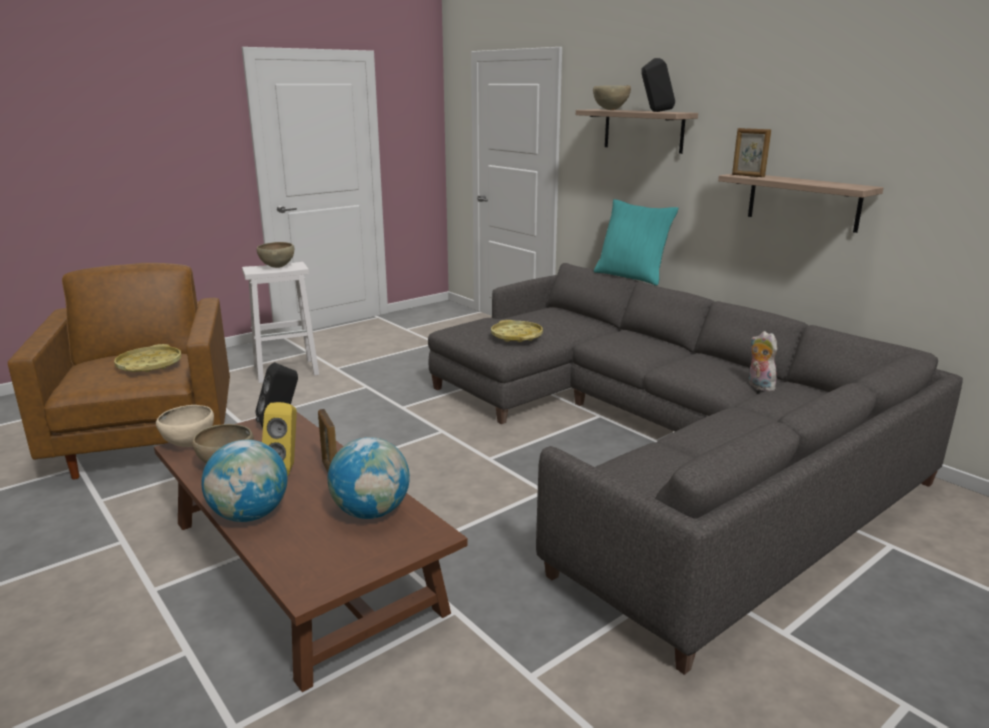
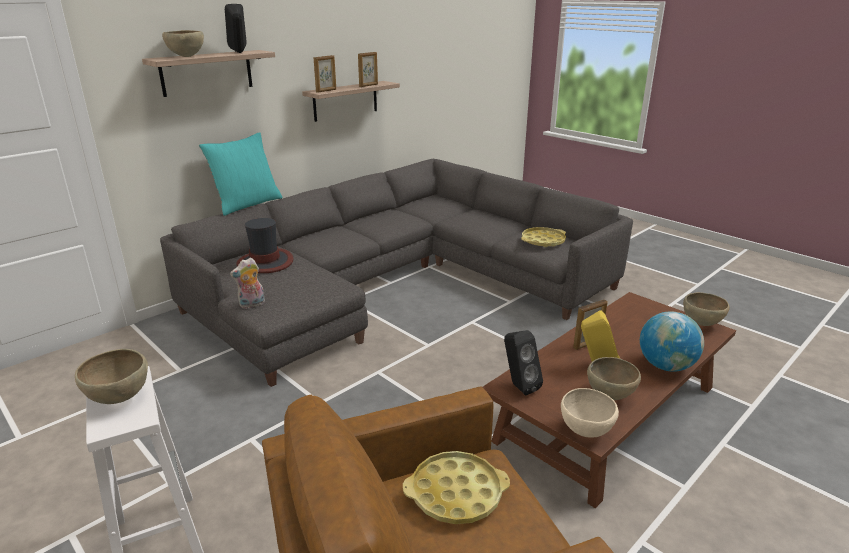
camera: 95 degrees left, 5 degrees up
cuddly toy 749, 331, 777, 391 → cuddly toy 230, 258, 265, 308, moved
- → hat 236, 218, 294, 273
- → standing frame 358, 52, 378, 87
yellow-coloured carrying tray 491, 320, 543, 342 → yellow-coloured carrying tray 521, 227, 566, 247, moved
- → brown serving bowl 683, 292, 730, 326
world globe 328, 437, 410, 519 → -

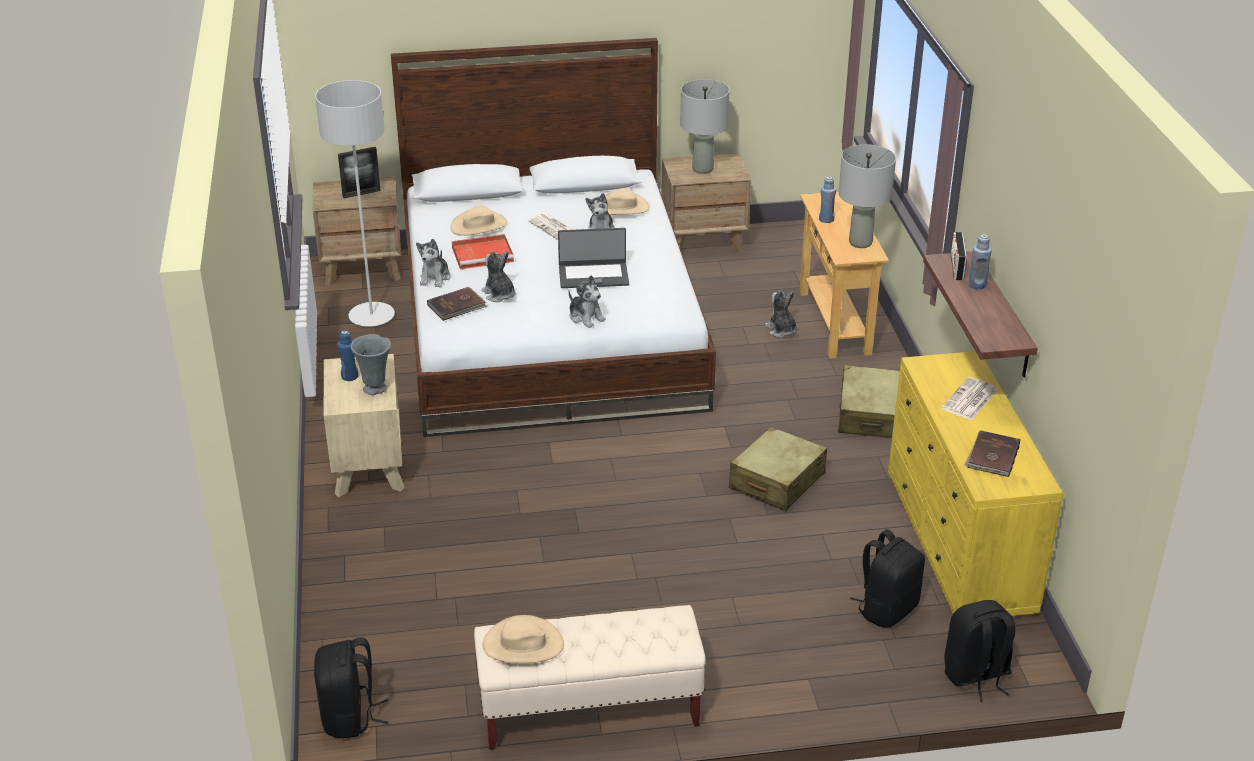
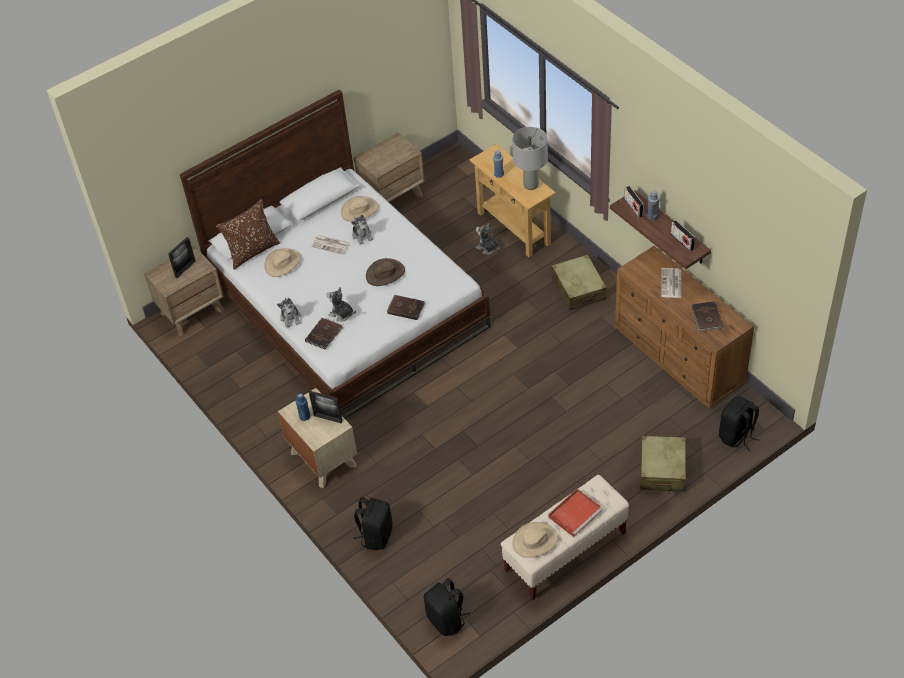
camera: 25 degrees left, 15 degrees up
- → brown cushion 216, 199, 280, 270
grey vase 351, 334, 391, 395 → standing frame 309, 391, 342, 423
blackish backpack 850, 529, 925, 628 → blackish backpack 353, 497, 393, 550, moved
notebook computer 558, 228, 629, 288 → brown hat 366, 258, 405, 286
cuddly toy 568, 275, 606, 328 → brown book 387, 295, 425, 320
red-coloured carrying tray 452, 234, 514, 269 → red-coloured carrying tray 548, 489, 603, 537, moved
yellow-coloured chest of drawers 888, 351, 1063, 616 → brown chest of drawers 615, 246, 754, 409
sand-coloured piece of luggage 729, 427, 827, 511 → sand-coloured piece of luggage 639, 436, 686, 491, moved
- → radio 671, 220, 695, 251
grey floor lamp 315, 80, 395, 327 → -
grey table lamp 680, 79, 729, 174 → -

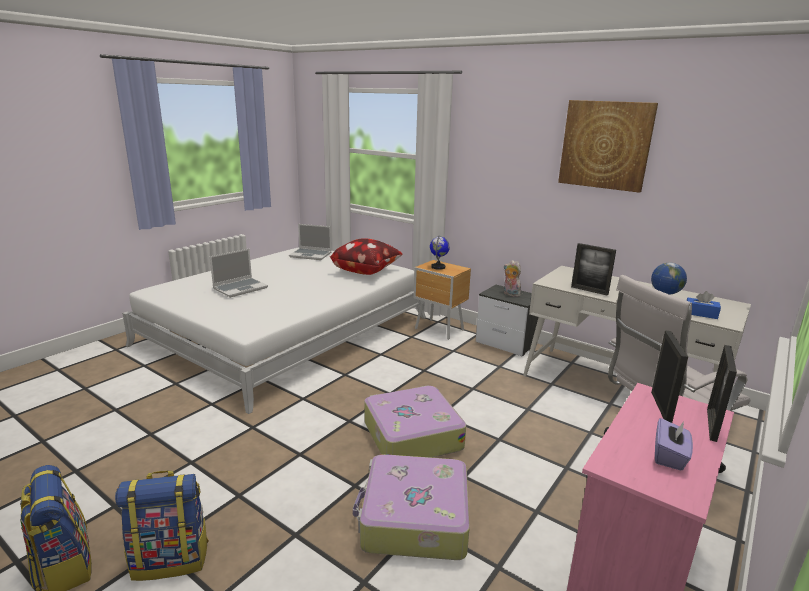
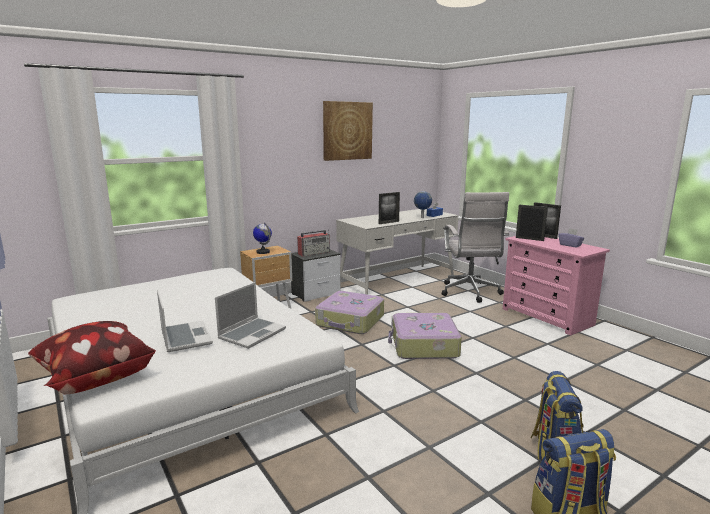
camera: 70 degrees left, 5 degrees down
cushion 330, 238, 403, 275 → cushion 28, 321, 156, 394, moved
notebook computer 289, 224, 331, 260 → notebook computer 215, 282, 286, 349, moved
cuddly toy 504, 260, 521, 297 → radio 297, 230, 330, 256
piece of luggage 353, 454, 470, 560 → piece of luggage 315, 291, 384, 334, moved

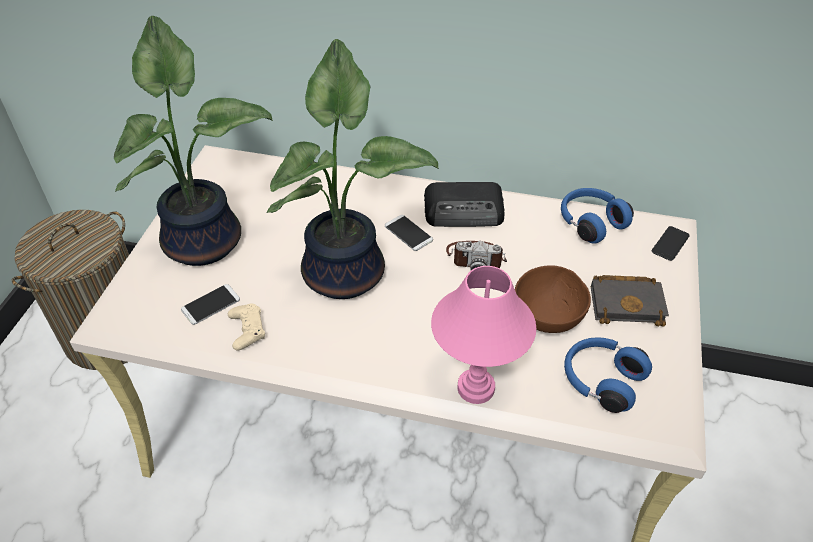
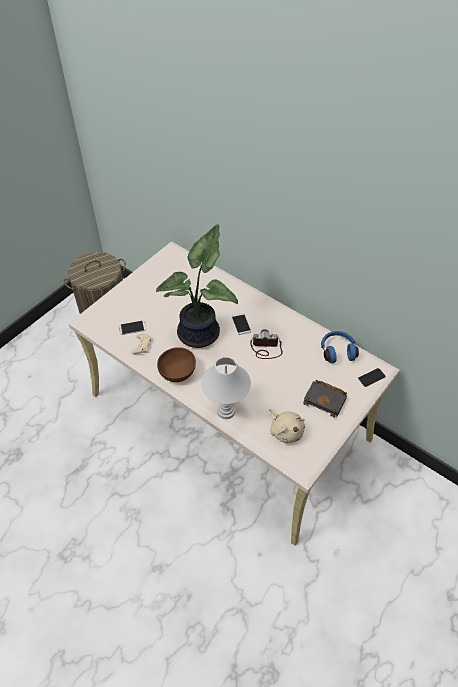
camera: 25 degrees right, 5 degrees up
brown serving bowl 515, 265, 591, 333 → brown serving bowl 157, 347, 196, 382, moved
pinkish table lamp 431, 266, 536, 404 → white table lamp 201, 357, 251, 419
still camera 446, 241, 507, 270 → still camera 250, 329, 283, 359, 150 degrees clockwise
blue pair of headphones 564, 337, 652, 413 → sand-coloured cuddly toy 269, 409, 305, 443
plant in a pot 114, 16, 273, 266 → -
radio 424, 182, 504, 227 → -

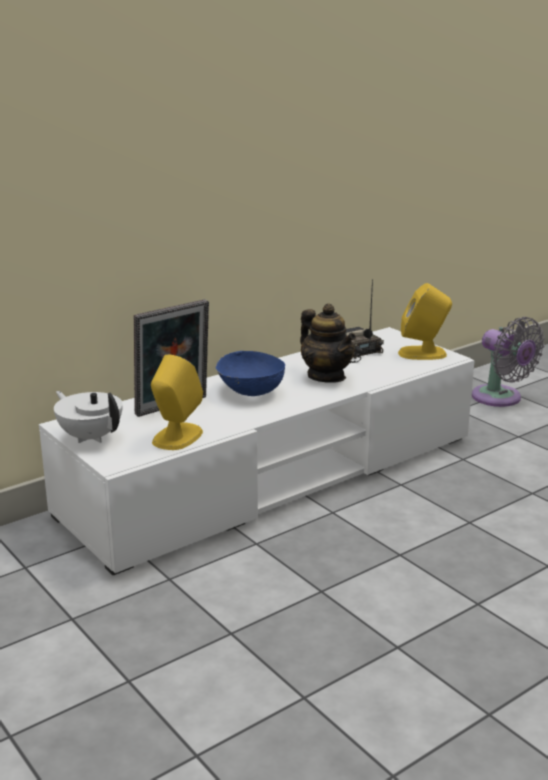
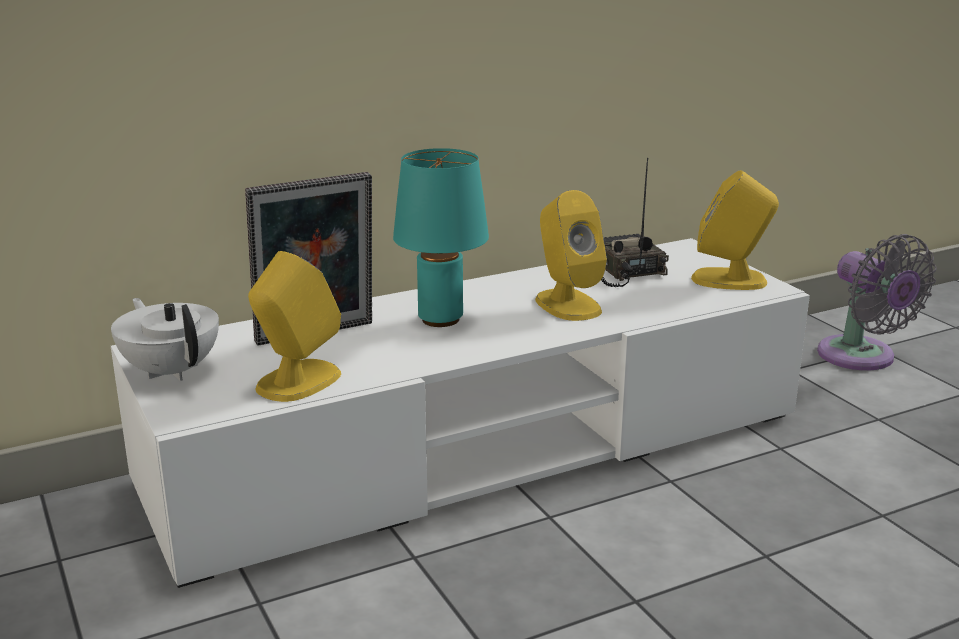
camera: 10 degrees right, 0 degrees up
blue serving bowl 215, 351, 285, 396 → blue-green table lamp 393, 148, 489, 327
tea pot 300, 304, 356, 383 → yellow-coloured loudspeaker 535, 190, 607, 321

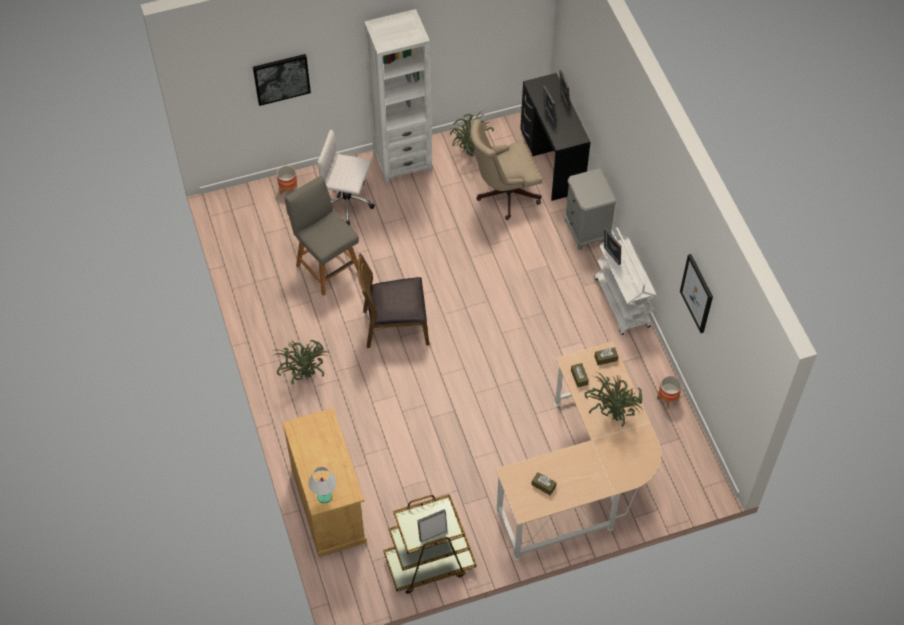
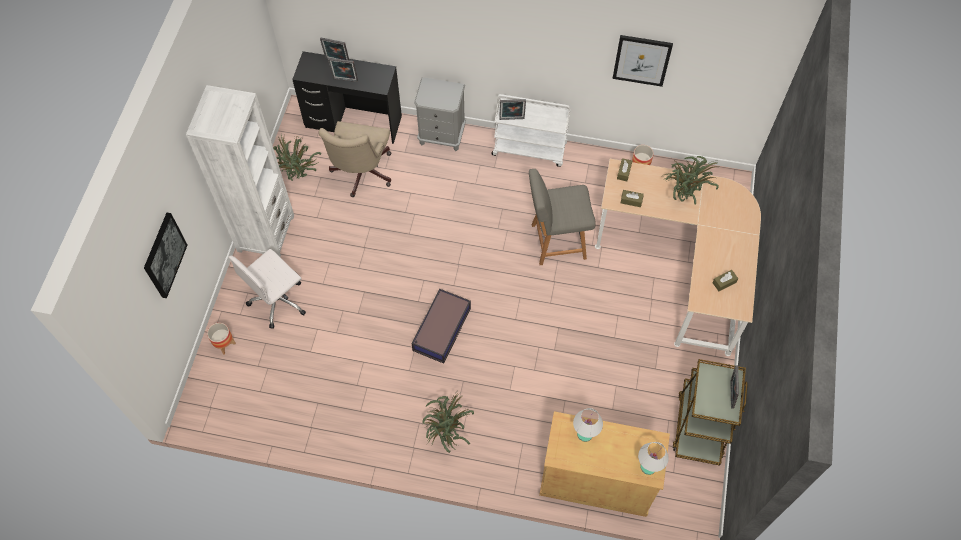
camera: 60 degrees left, 5 degrees up
brown plain chair 357, 253, 429, 348 → storage bin 411, 289, 471, 364
grey plain chair 285, 176, 359, 296 → grey plain chair 529, 169, 596, 265, moved
- → white table lamp 573, 408, 603, 442

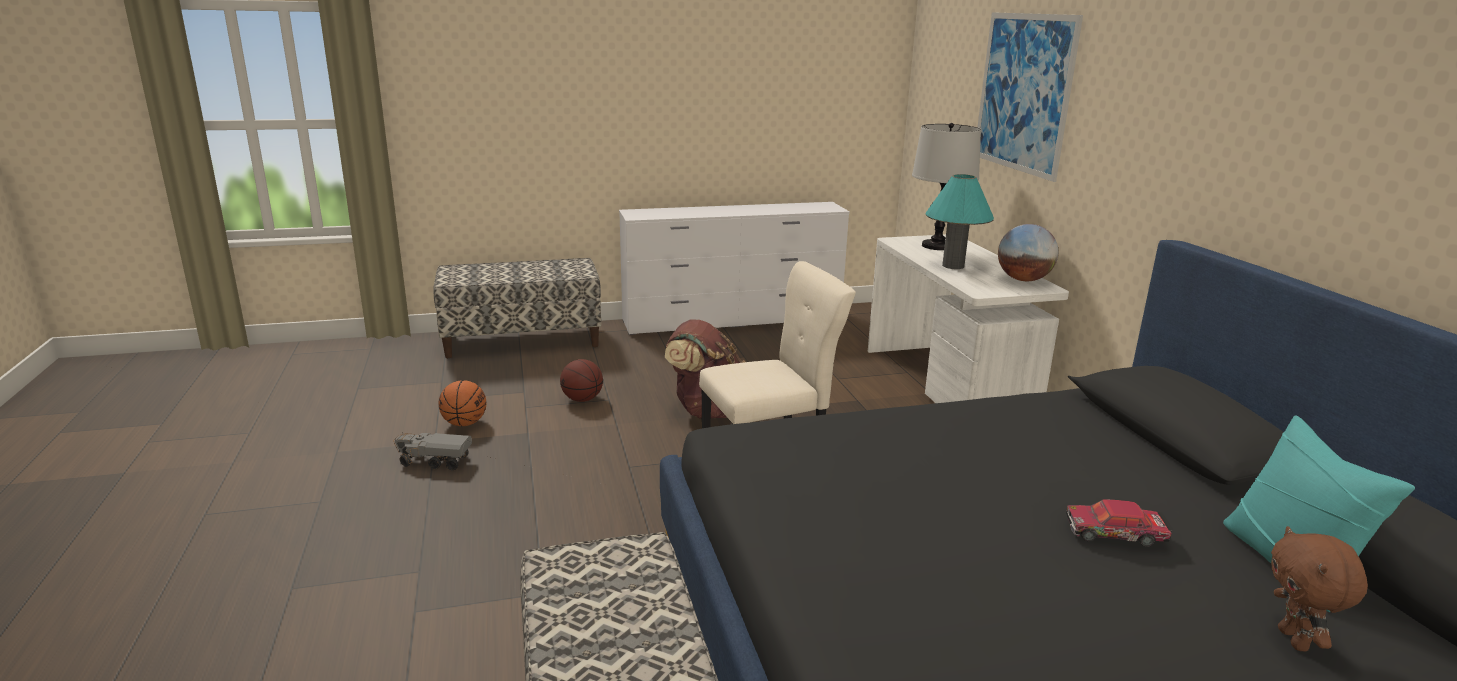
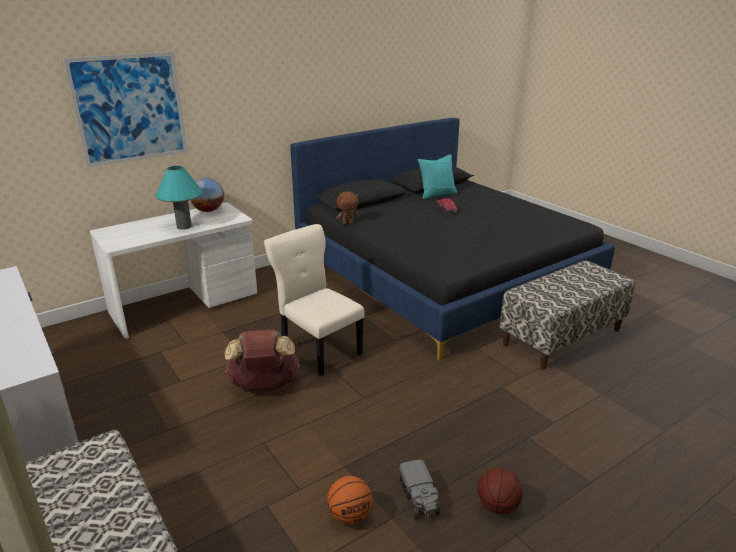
camera: 110 degrees left, 5 degrees up
brown cuddly toy 1271, 526, 1368, 652 → brown cuddly toy 336, 191, 359, 225, moved
basketball ball 560, 359, 603, 402 → basketball ball 478, 468, 523, 514, moved
table lamp 912, 123, 981, 250 → -

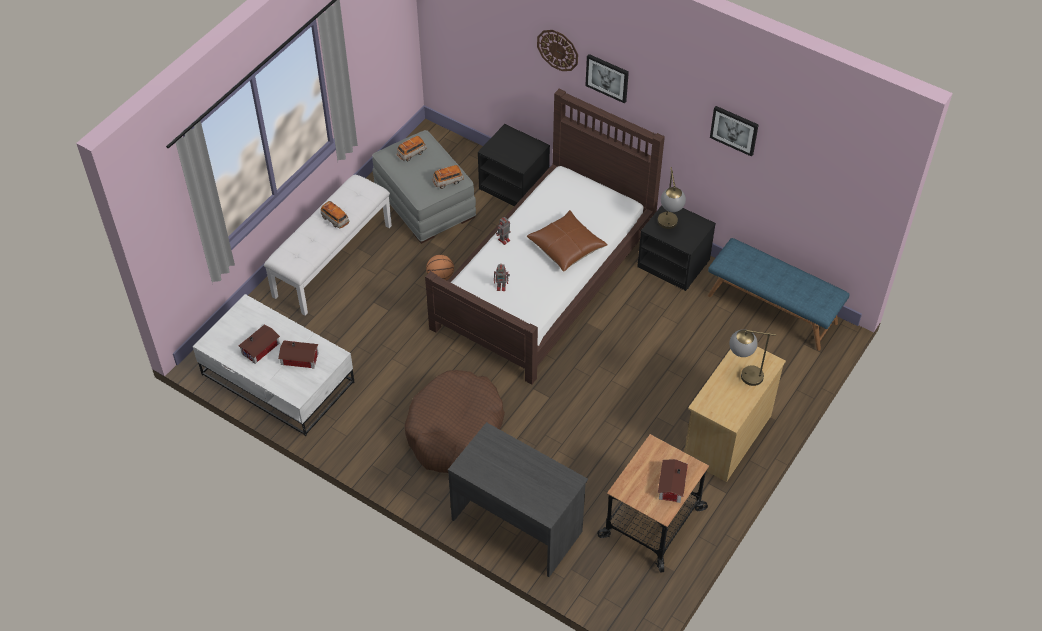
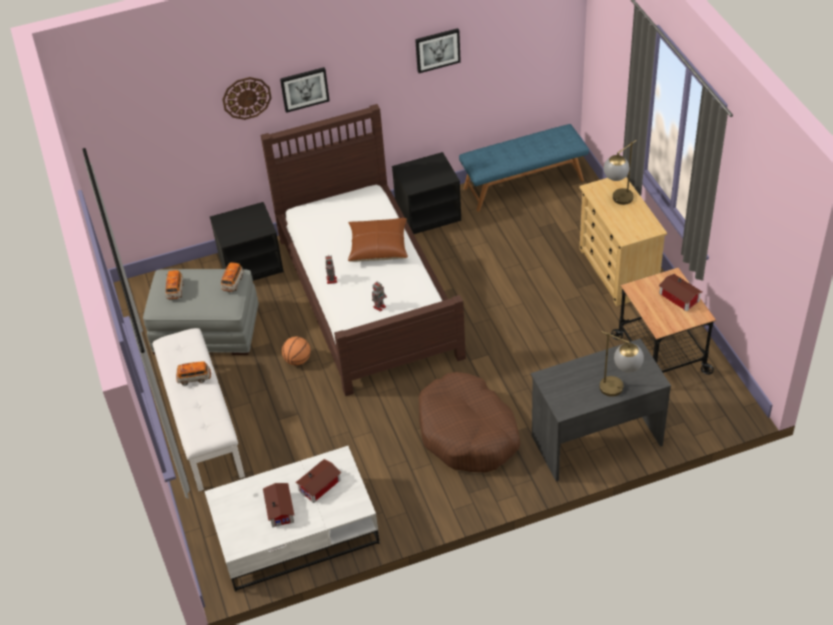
camera: 50 degrees left, 5 degrees down
table lamp 658, 167, 686, 229 → table lamp 600, 331, 644, 397, moved

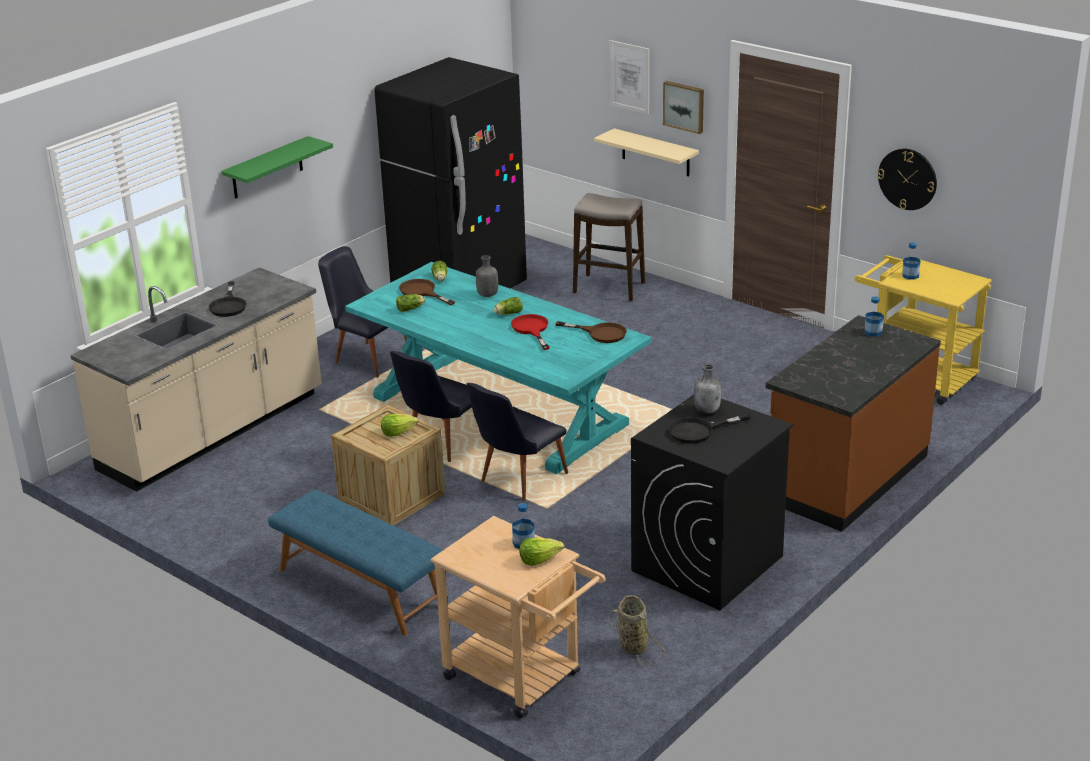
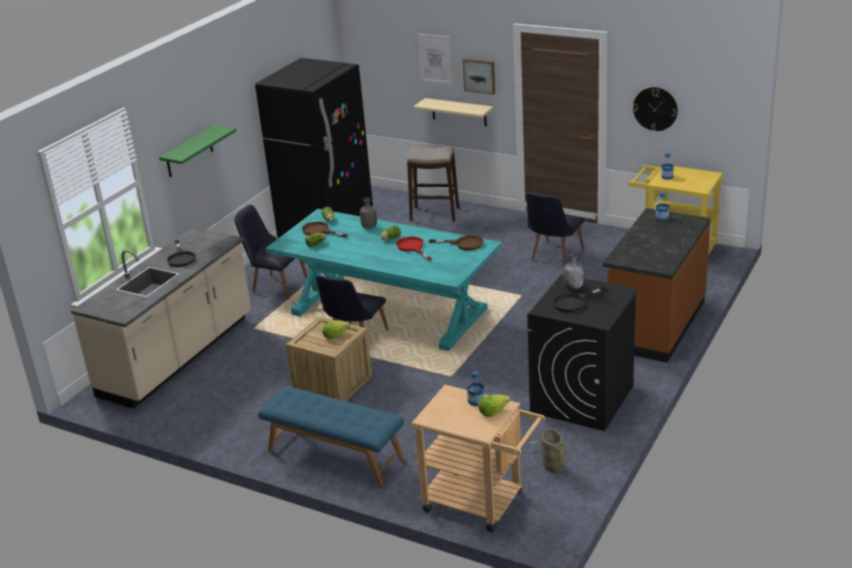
camera: 10 degrees left, 0 degrees up
blackish plain chair 466, 383, 568, 501 → blackish plain chair 526, 193, 584, 266, moved

